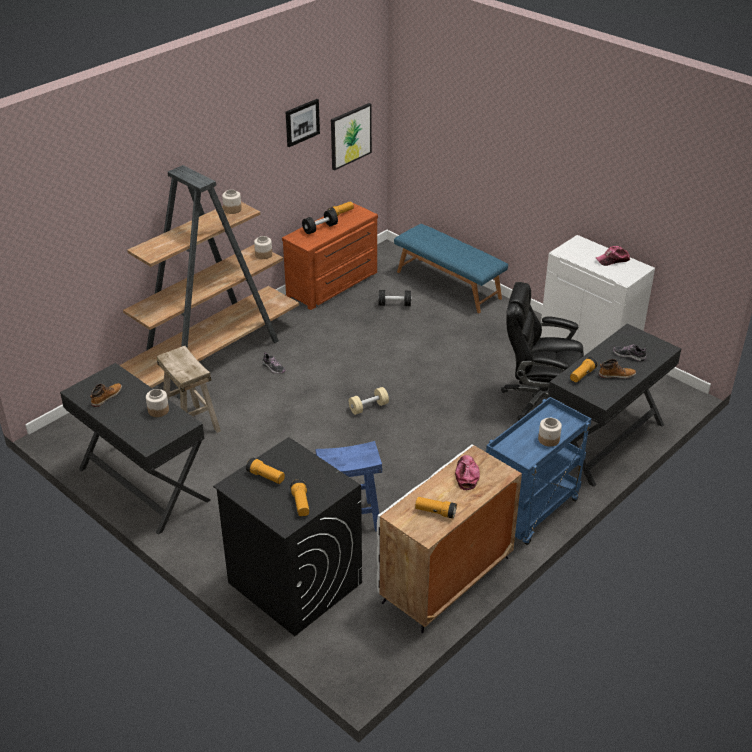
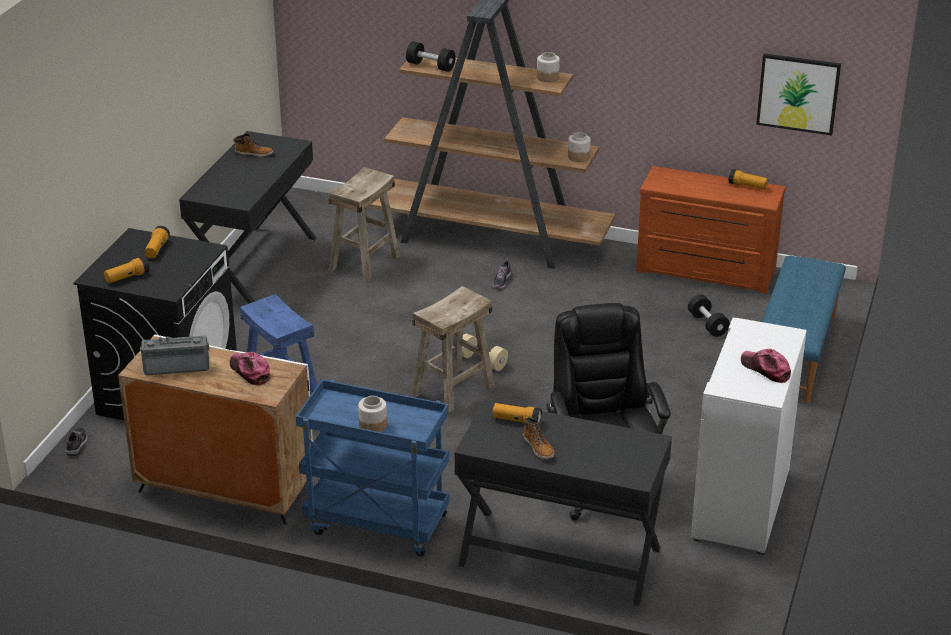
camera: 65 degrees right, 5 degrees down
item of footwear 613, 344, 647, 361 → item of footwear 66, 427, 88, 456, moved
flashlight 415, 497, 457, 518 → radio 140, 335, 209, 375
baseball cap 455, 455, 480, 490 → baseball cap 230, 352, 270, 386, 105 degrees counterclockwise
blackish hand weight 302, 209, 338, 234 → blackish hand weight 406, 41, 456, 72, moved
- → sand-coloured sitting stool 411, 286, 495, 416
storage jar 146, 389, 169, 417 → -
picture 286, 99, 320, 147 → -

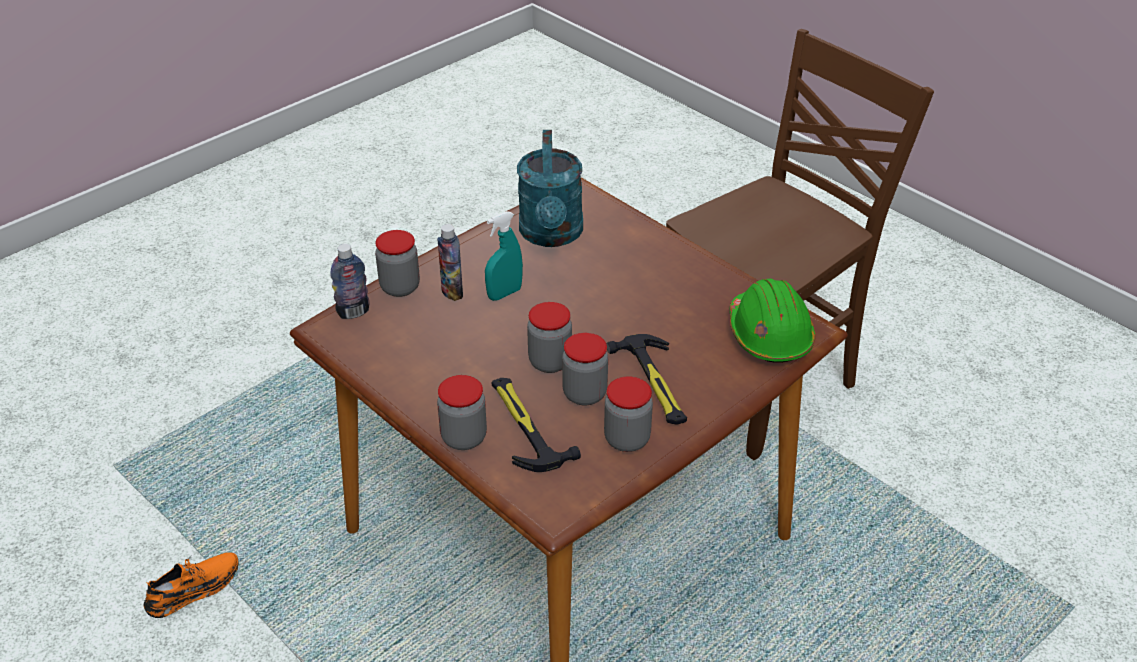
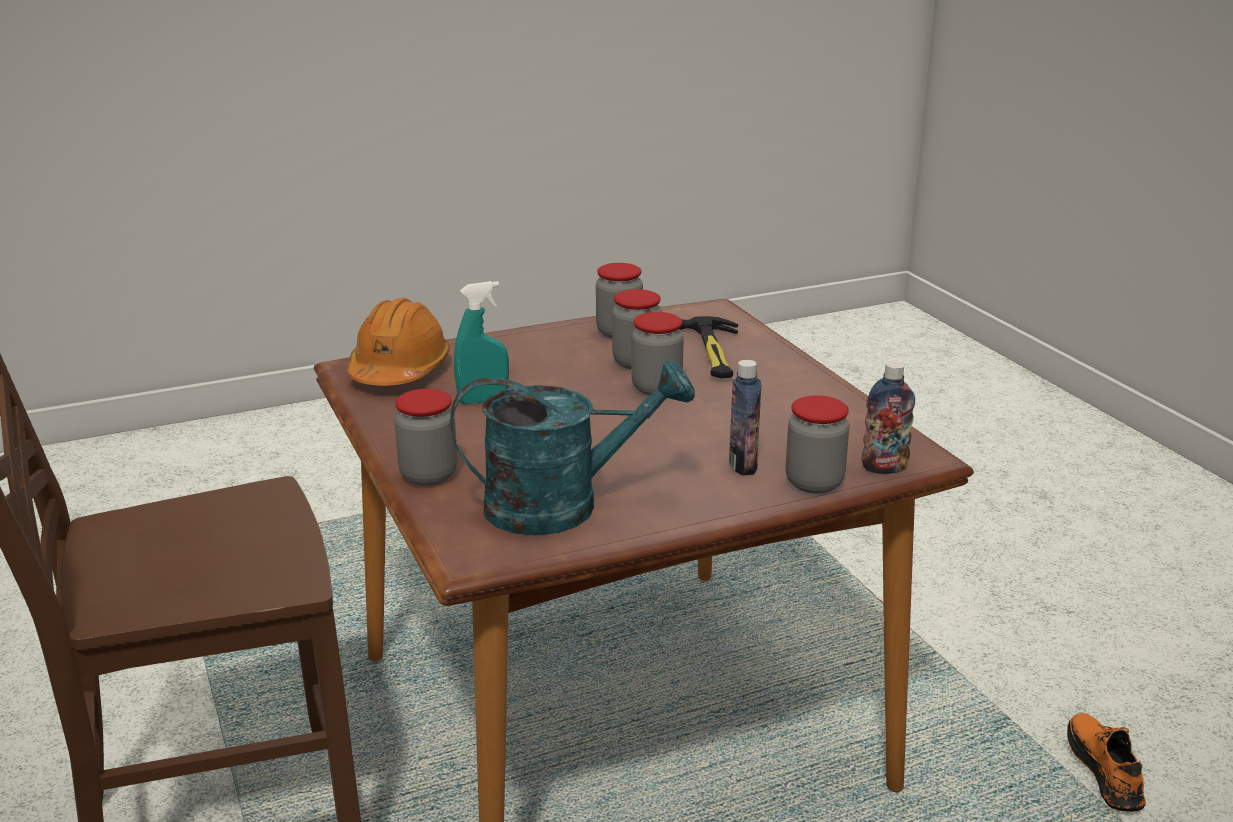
camera: 160 degrees left, 15 degrees down
green-coloured hard hat 730, 278, 816, 363 → orangey hard hat 347, 298, 450, 386
storage jar 437, 375, 487, 450 → storage jar 395, 389, 457, 486, moved
blue-green sprinkling can 517, 130, 583, 247 → blue-green sprinkling can 450, 360, 695, 535, 60 degrees clockwise
blue-green spray bottle 485, 211, 523, 301 → blue-green spray bottle 454, 281, 509, 404, moved
orangey item of footwear 144, 552, 238, 618 → orangey item of footwear 1067, 713, 1146, 812, 105 degrees clockwise
hammer 607, 334, 687, 425 → -

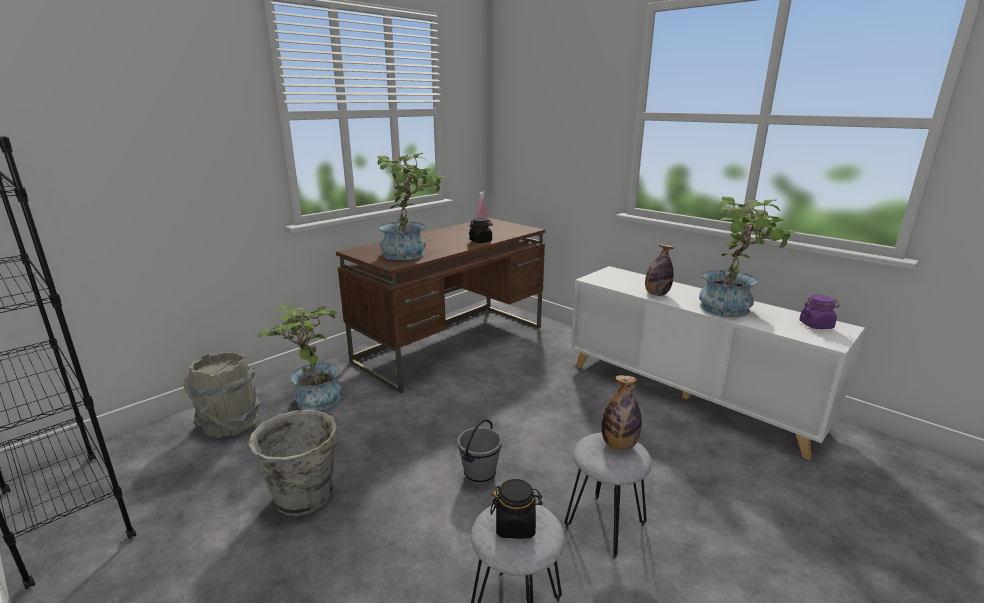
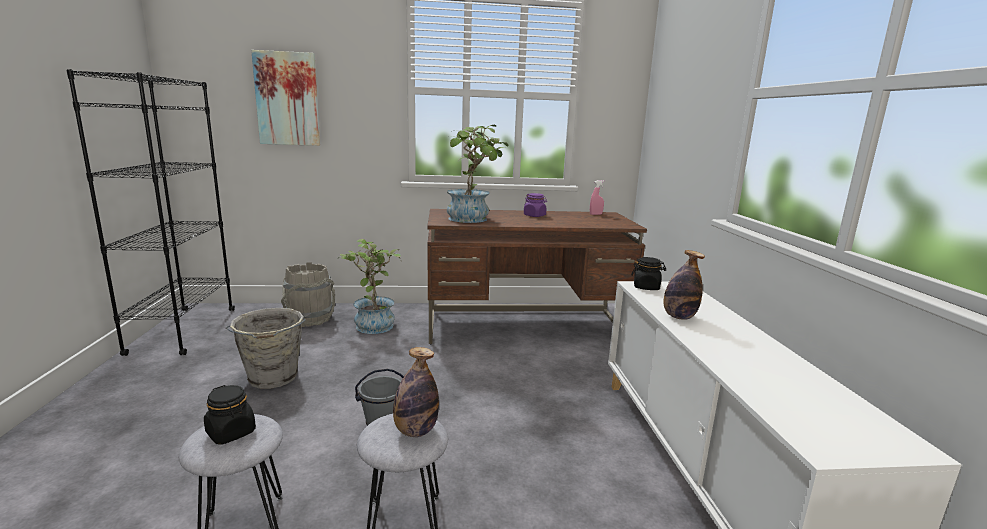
camera: 40 degrees right, 5 degrees down
- → picture 251, 50, 320, 146
purple storage jar 799, 295, 839, 329 → purple storage jar 524, 193, 547, 217, moved
blackish storage jar 469, 218, 493, 243 → blackish storage jar 631, 257, 666, 290, moved
plant in a pot 699, 197, 801, 317 → -

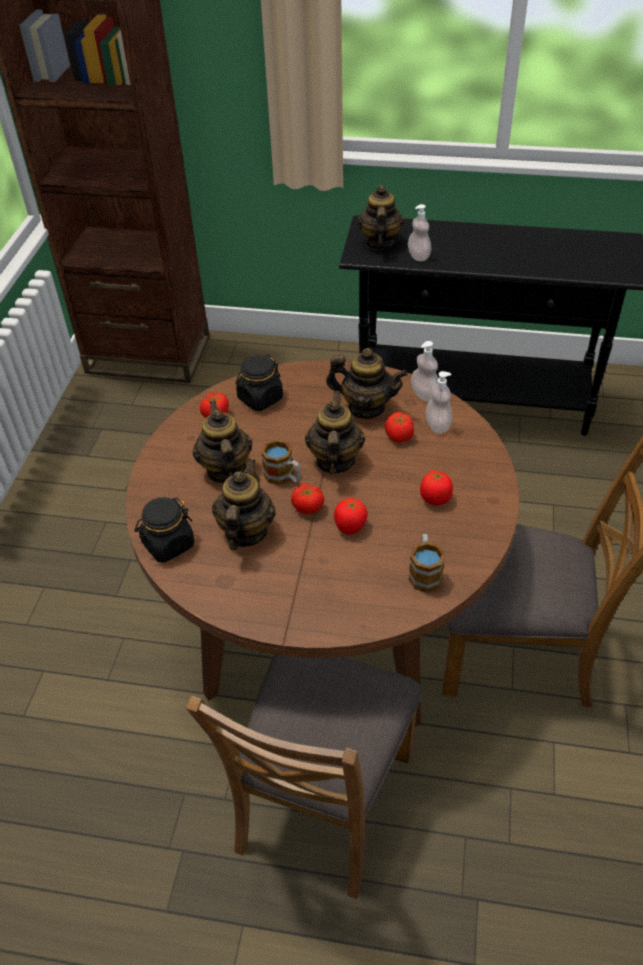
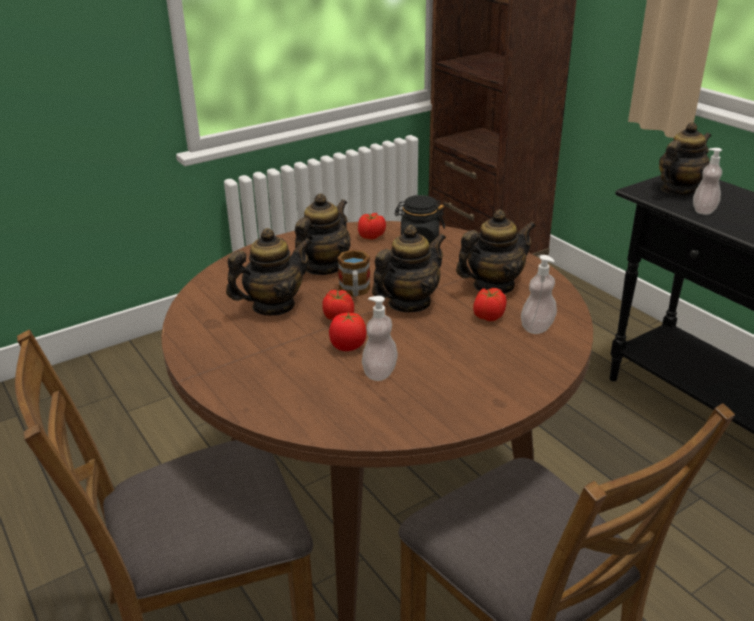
camera: 45 degrees right, 15 degrees down
soap dispenser 411, 341, 439, 402 → soap dispenser 362, 296, 398, 381, moved
tea pot 326, 348, 408, 419 → tea pot 456, 209, 536, 294, 90 degrees counterclockwise
blackish storage jar 135, 497, 195, 563 → -
coffee mug 408, 534, 445, 593 → -
tomato 420, 471, 453, 505 → -

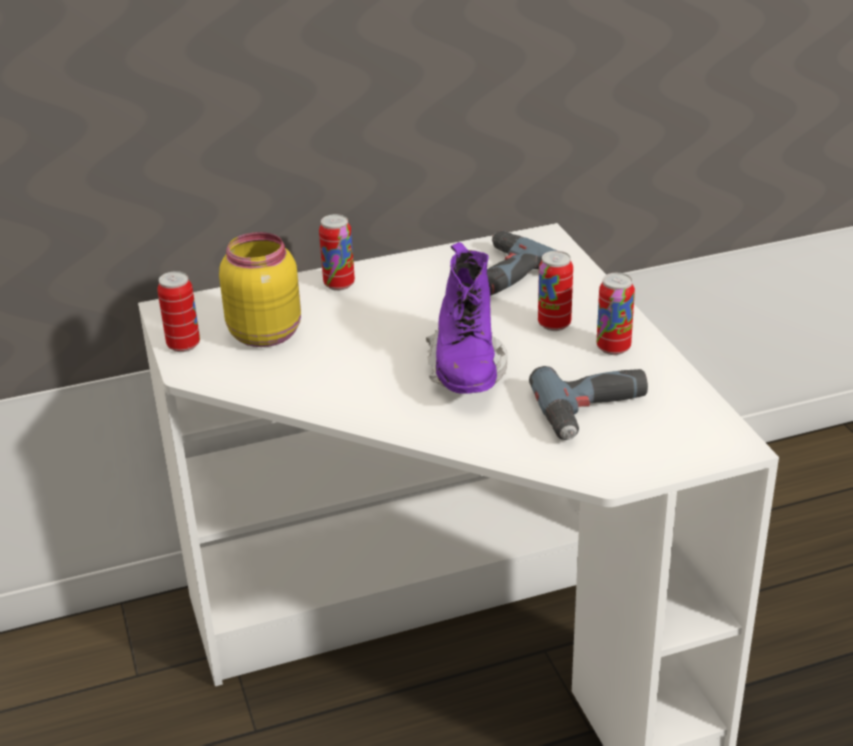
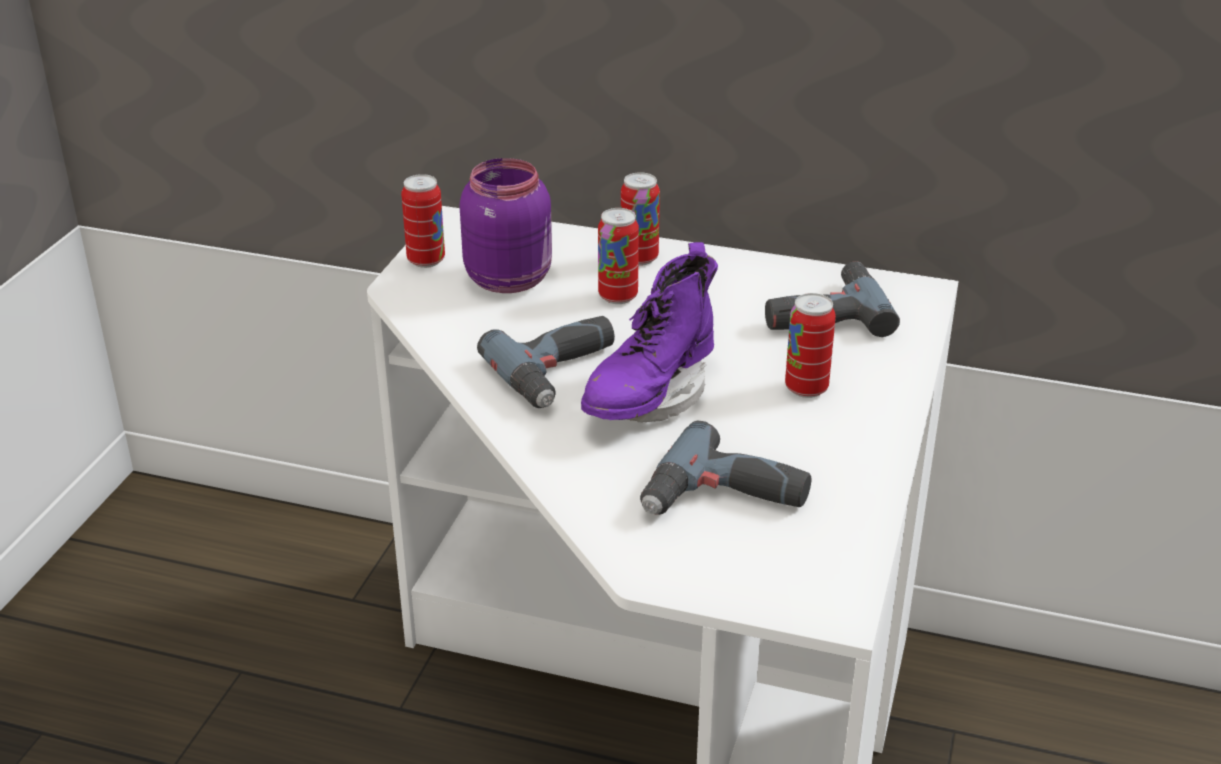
camera: 35 degrees right, 0 degrees up
yellow-coloured storage jar 219, 232, 301, 347 → purple storage jar 460, 158, 552, 293
- → drill 477, 316, 615, 408
metal can 597, 273, 635, 355 → metal can 598, 208, 639, 304, moved

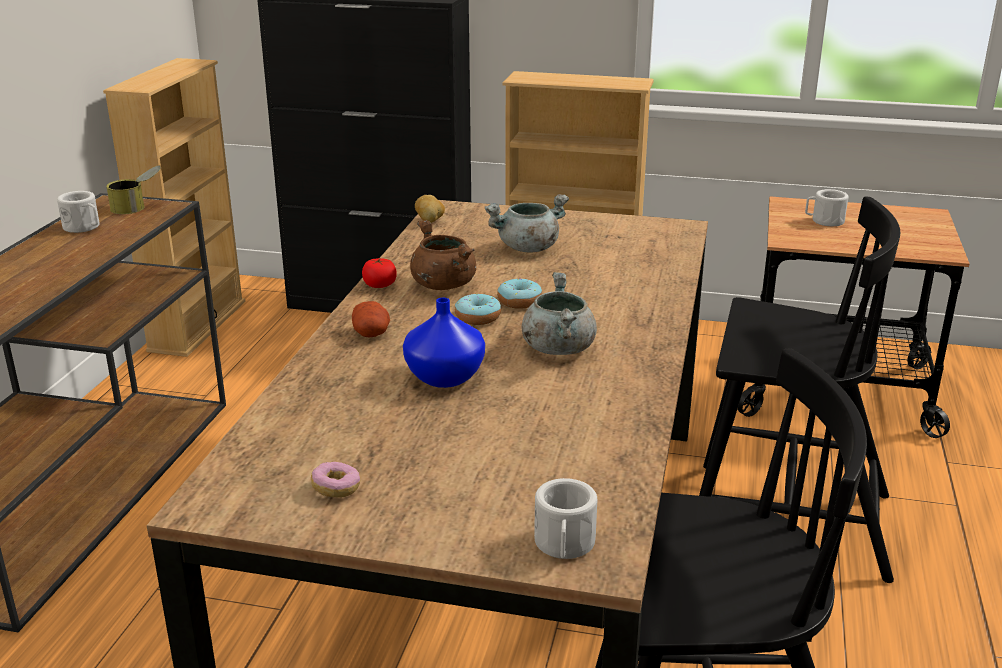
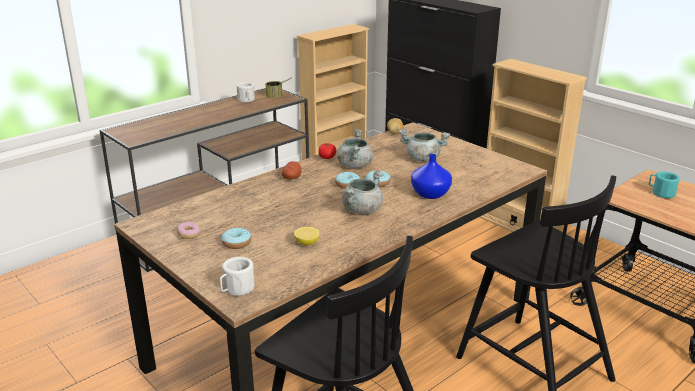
camera: 35 degrees right, 0 degrees up
- → donut 221, 228, 251, 249
- → citrus fruit 294, 227, 320, 246
brown saucepot 410, 220, 476, 290 → grey saucepot 337, 129, 373, 168
blue vase 403, 298, 485, 388 → blue vase 411, 154, 452, 199, moved
white coffee mug 805, 189, 849, 226 → blue-green coffee mug 649, 172, 680, 198

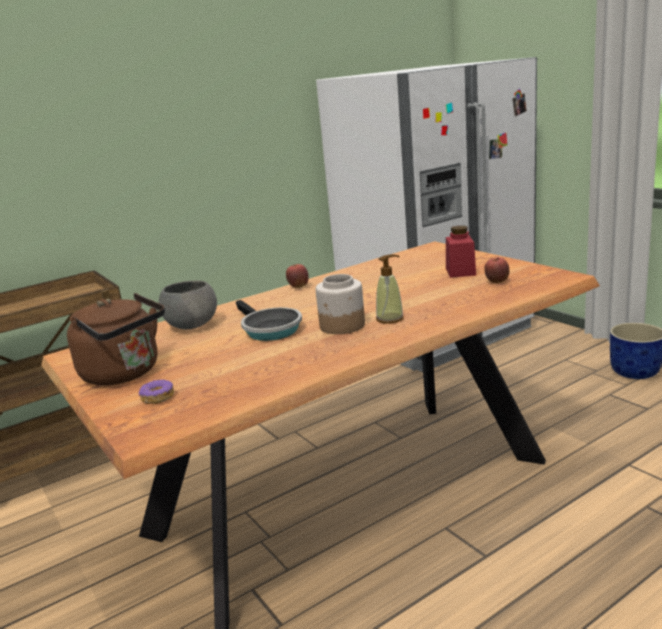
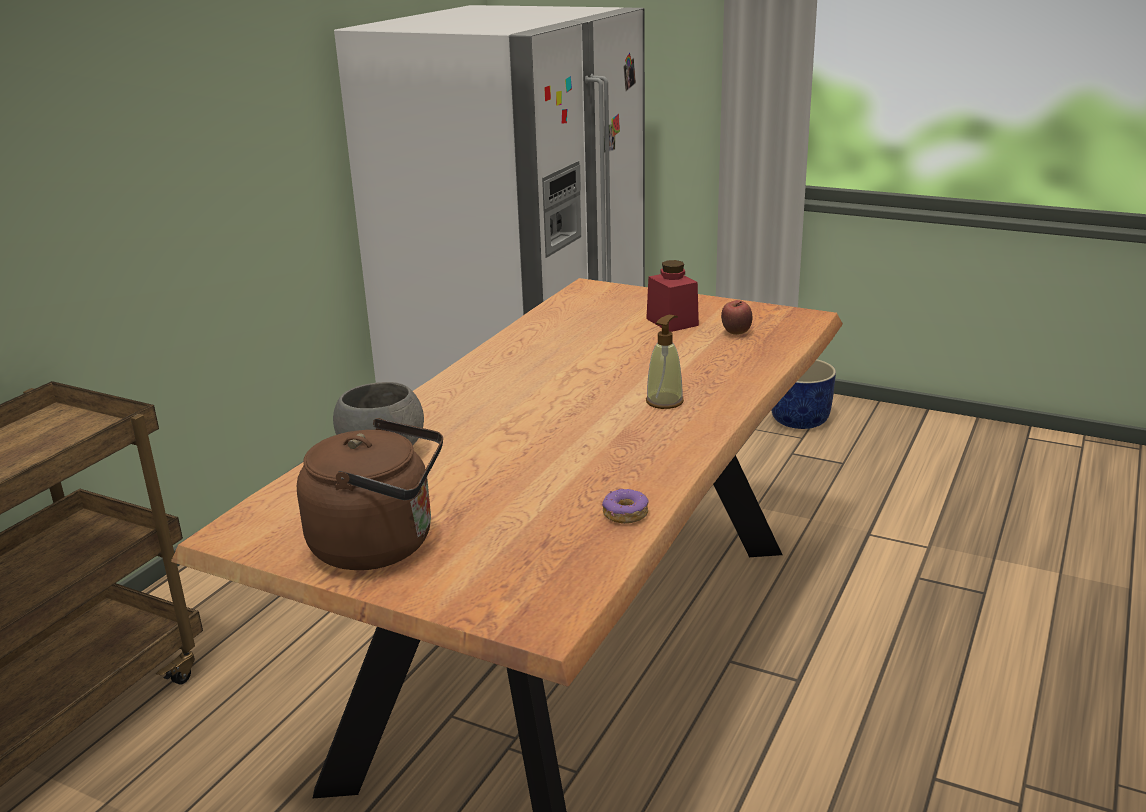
camera: 30 degrees left, 5 degrees up
donut 139, 379, 174, 404 → donut 602, 488, 649, 524, moved
frying pan 236, 300, 302, 341 → -
apple 286, 264, 309, 288 → -
storage jar 316, 274, 365, 334 → -

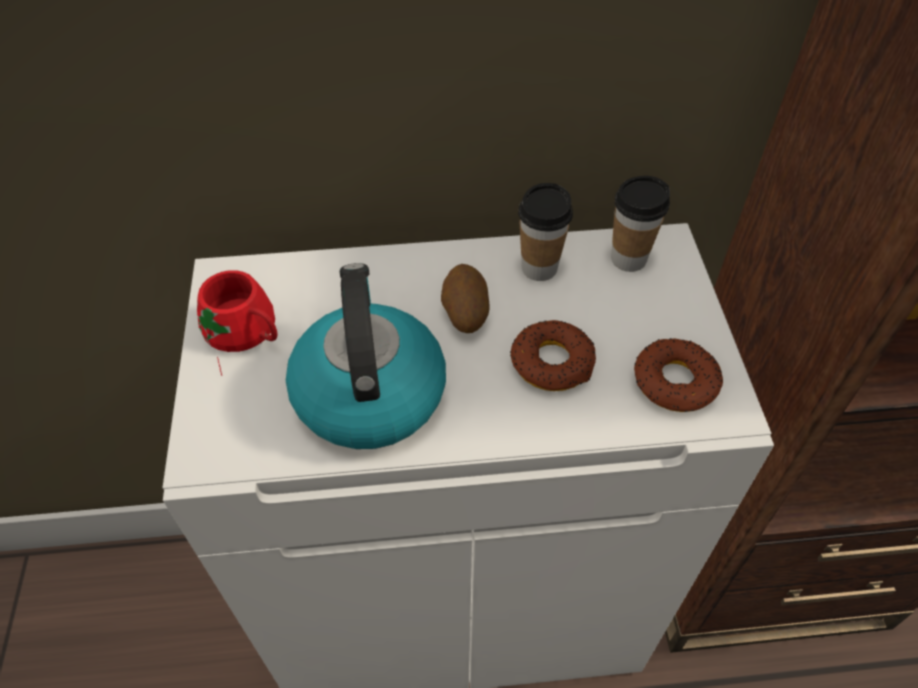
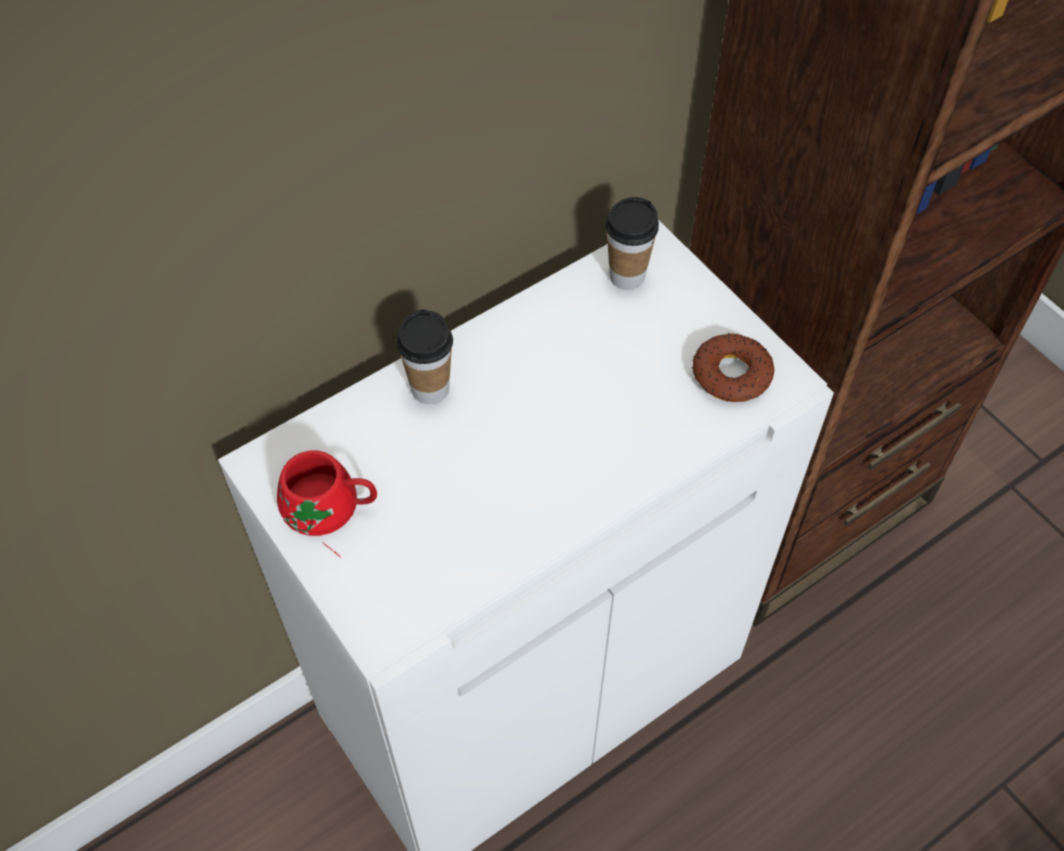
camera: 30 degrees left, 5 degrees up
small cup 518, 183, 573, 281 → small cup 397, 309, 453, 404, moved
water kettle 286, 263, 446, 449 → -
potato 441, 264, 490, 333 → -
donut 510, 320, 596, 391 → -

